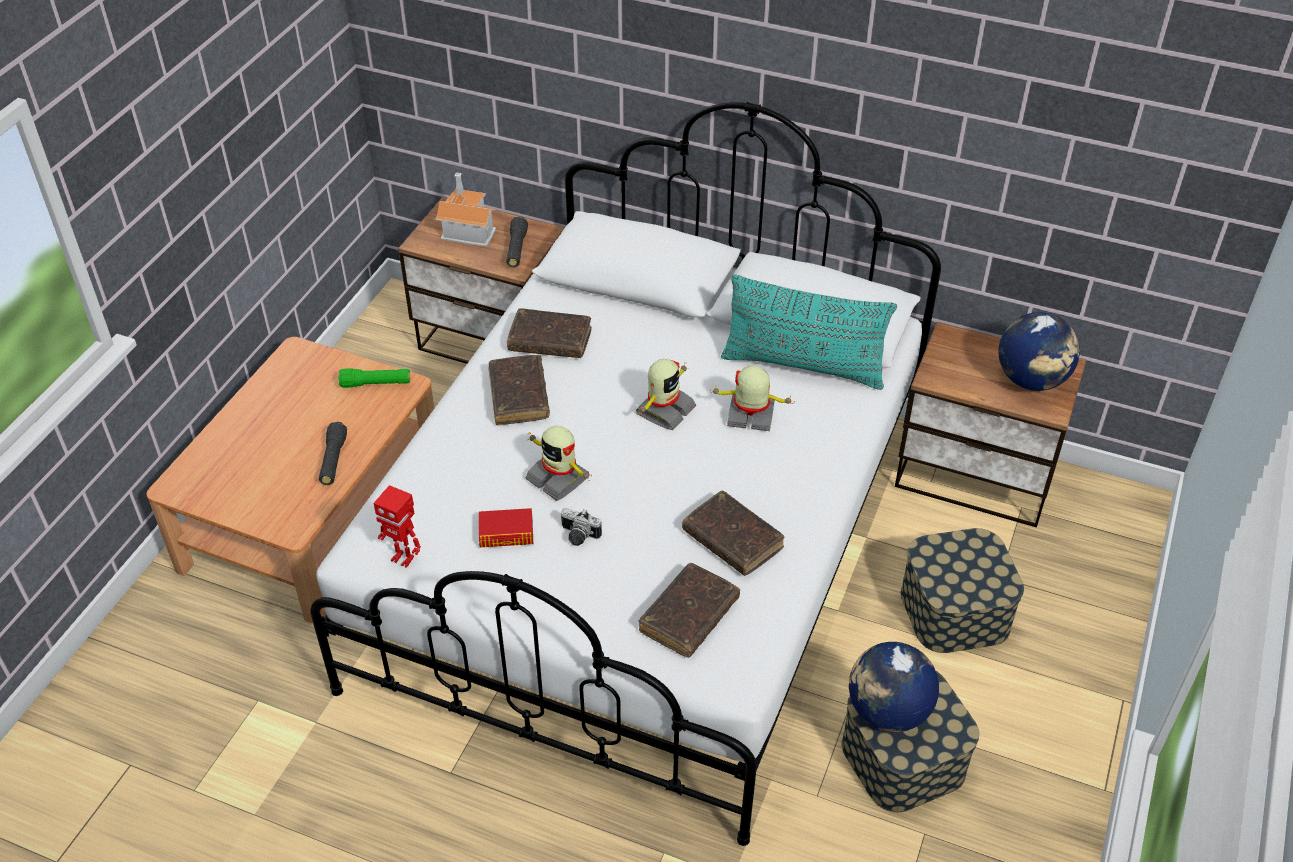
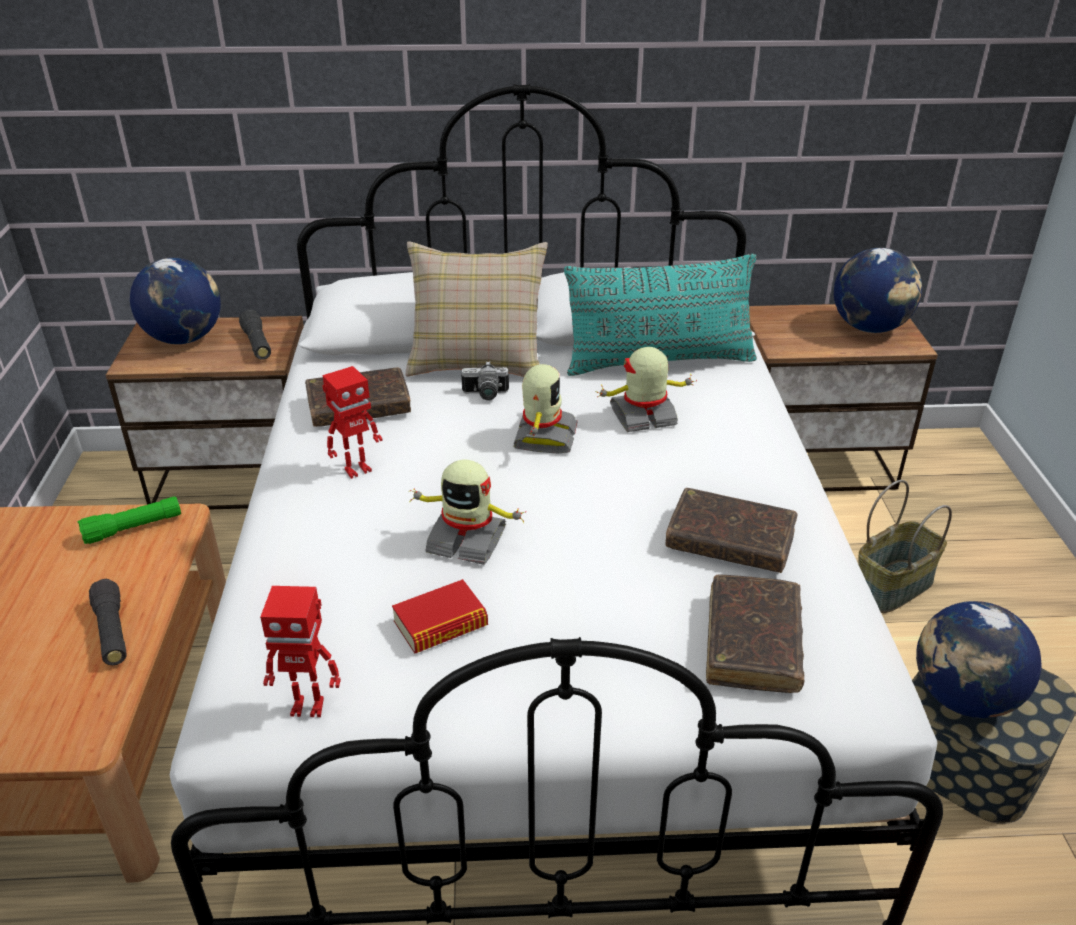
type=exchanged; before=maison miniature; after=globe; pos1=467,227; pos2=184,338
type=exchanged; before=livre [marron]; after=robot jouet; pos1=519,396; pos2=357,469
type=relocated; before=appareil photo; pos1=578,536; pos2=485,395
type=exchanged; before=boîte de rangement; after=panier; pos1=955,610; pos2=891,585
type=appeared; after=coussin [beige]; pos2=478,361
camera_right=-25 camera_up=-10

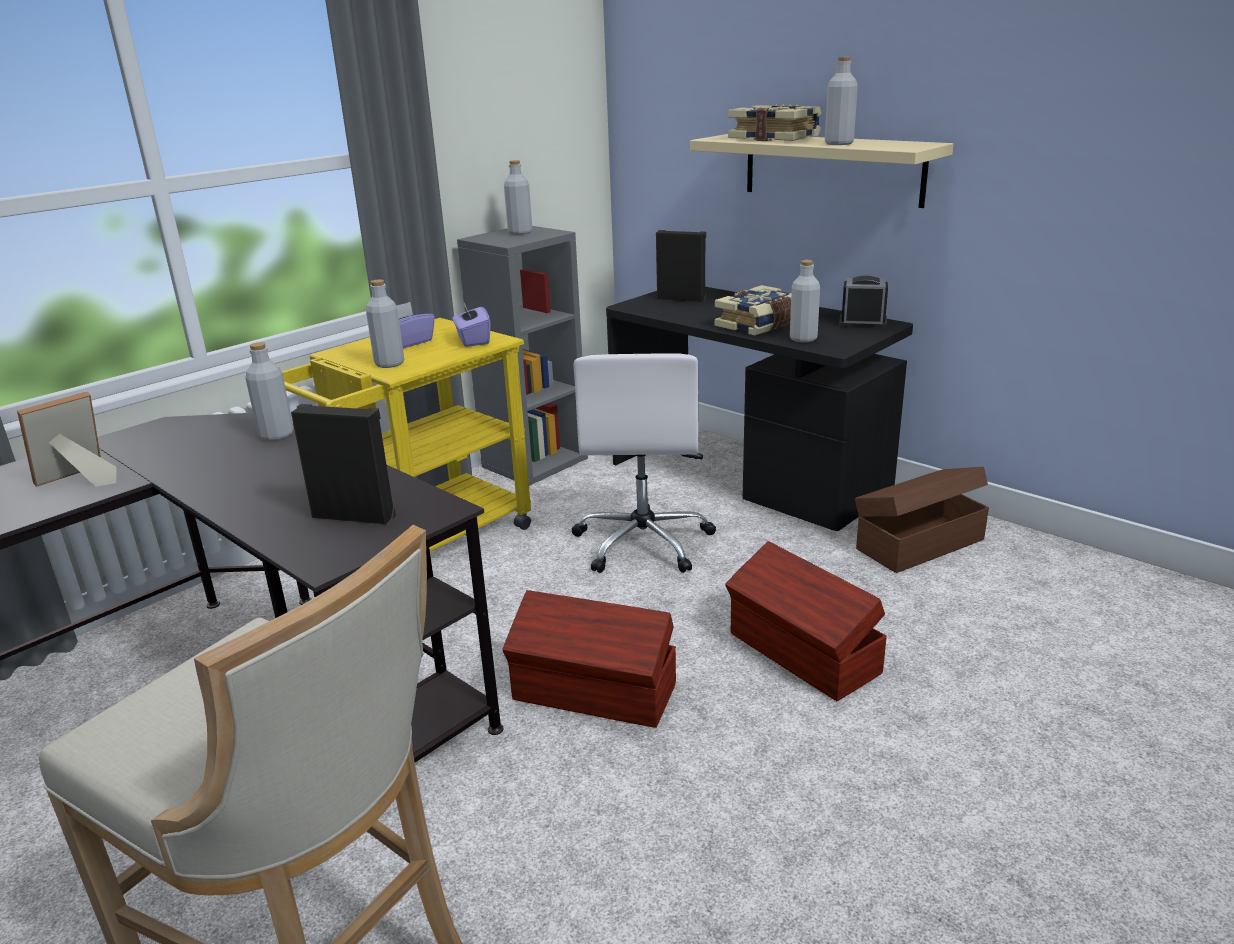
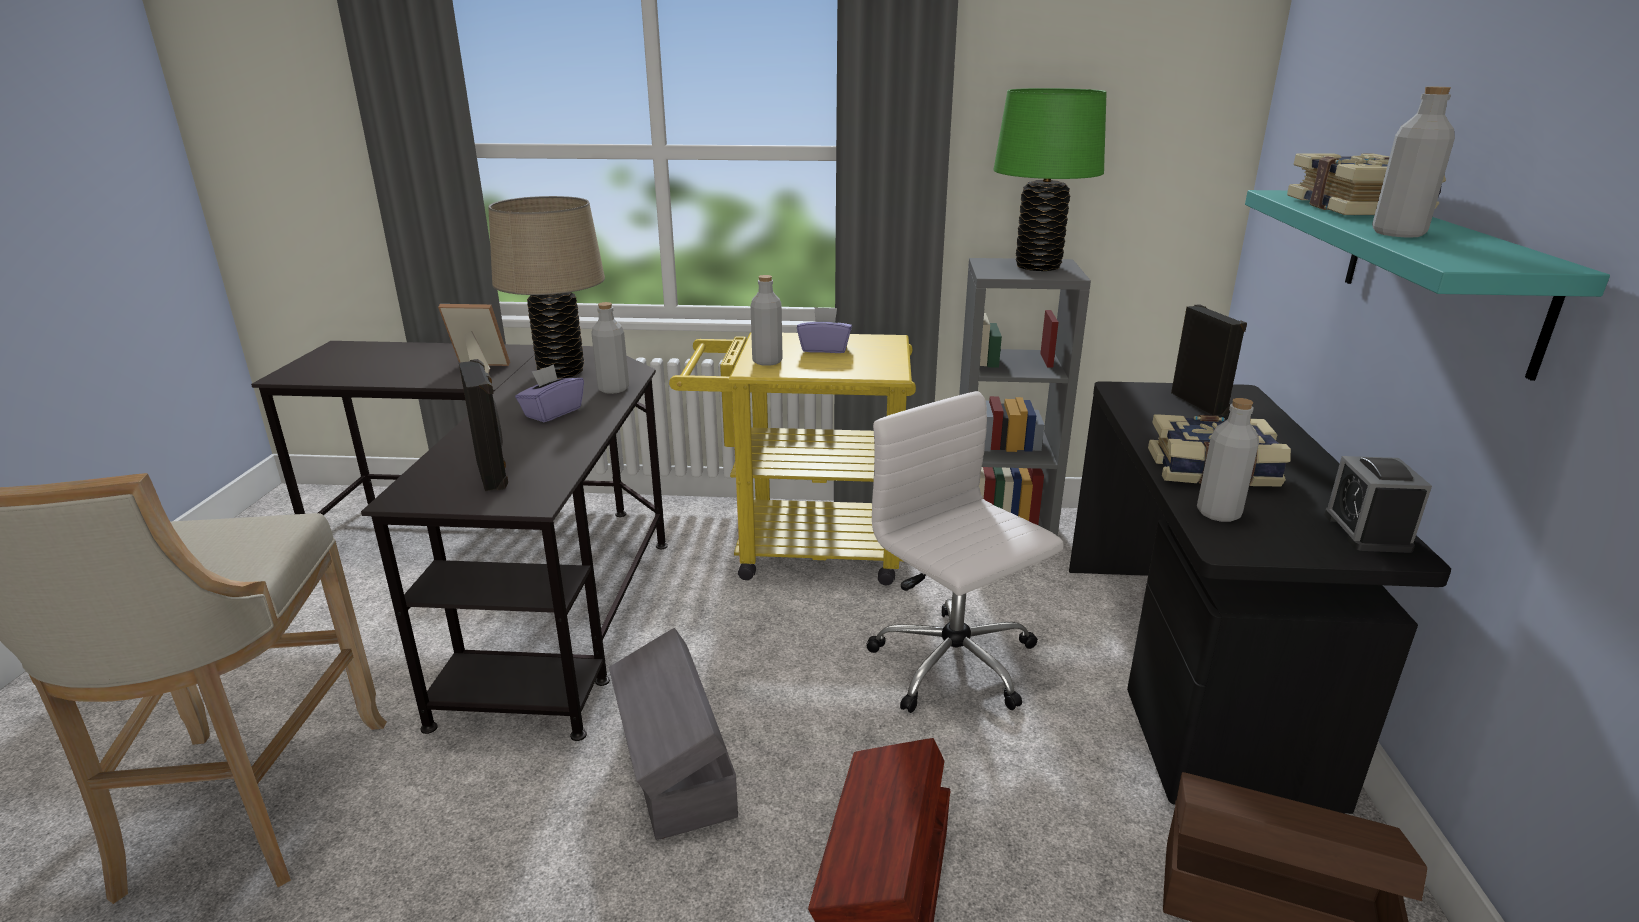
type=relocated; before=boîte à mouchoirs [violet]; pos1=473,340; pos2=552,412
type=colour; before=boîte de rangement [marron]; after=boîte de rangement [gris]; pos1=595,693; pos2=675,768
type=exchanged; before=bouteille [gris]; after=lampe de table [vert]; pos1=520,232; pos2=1038,266
type=spun; before=chaise de bureau [blanc]; pos1=643,542; pos2=955,665; turn=90
type=colour; before=étagère [beige]; after=étagère [turquoise]; pos1=832,168; pos2=1440,274
type=spun; before=réveil; pos1=862,322; pos2=1366,532; turn=-150
type=appeared; after=lampe de table [beige]; pos2=561,372
camera_right=50 camera_up=0

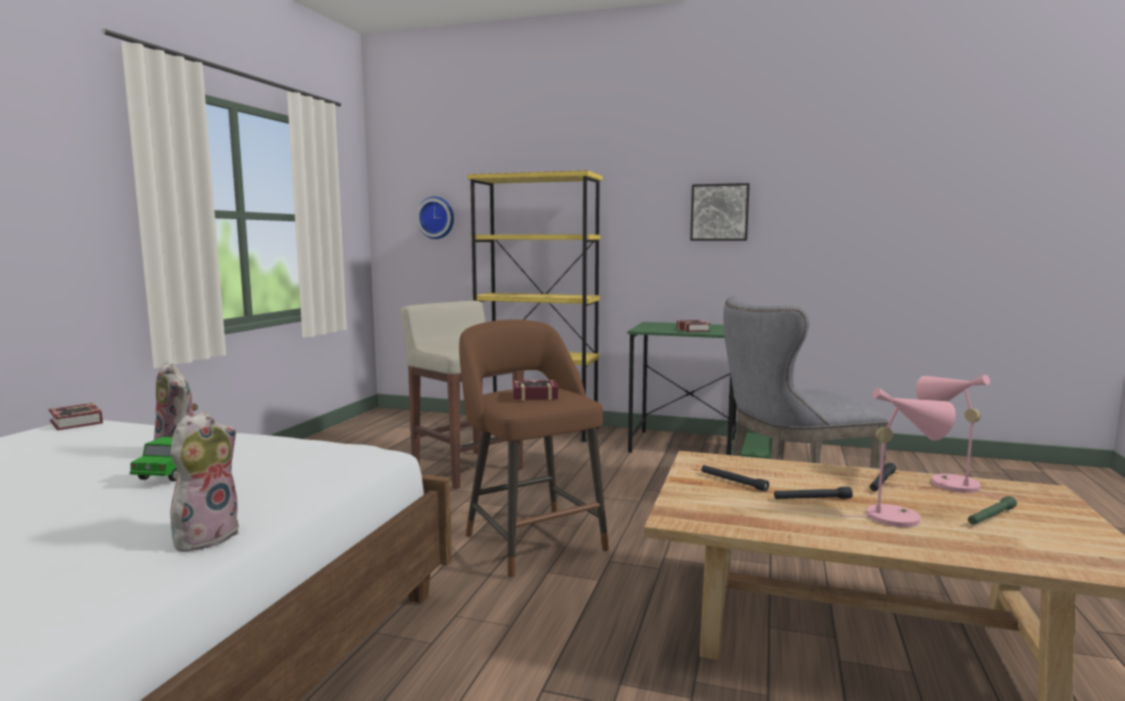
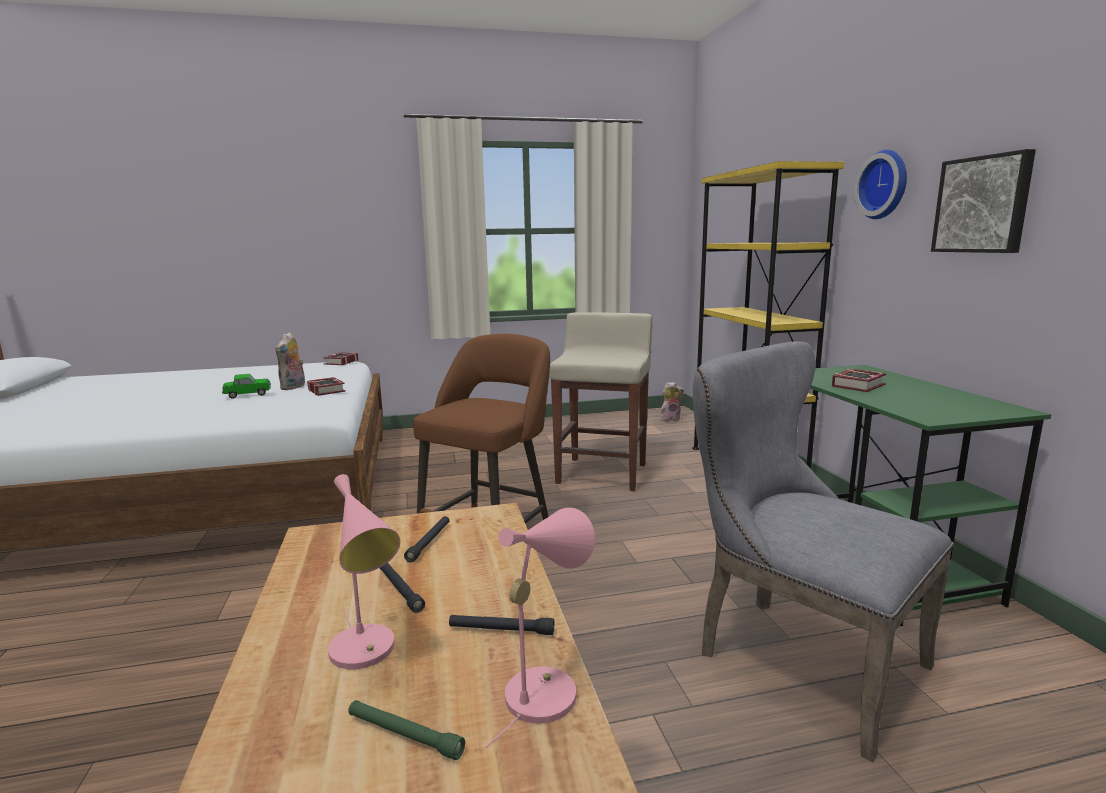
type=relocated; before=peluche; pos1=206,536; pos2=670,419
type=relocated; before=horloge murale; pos1=436,218; pos2=885,185
type=relocated; before=livre; pos1=532,395; pos2=327,390
camera_right=60 camera_up=5

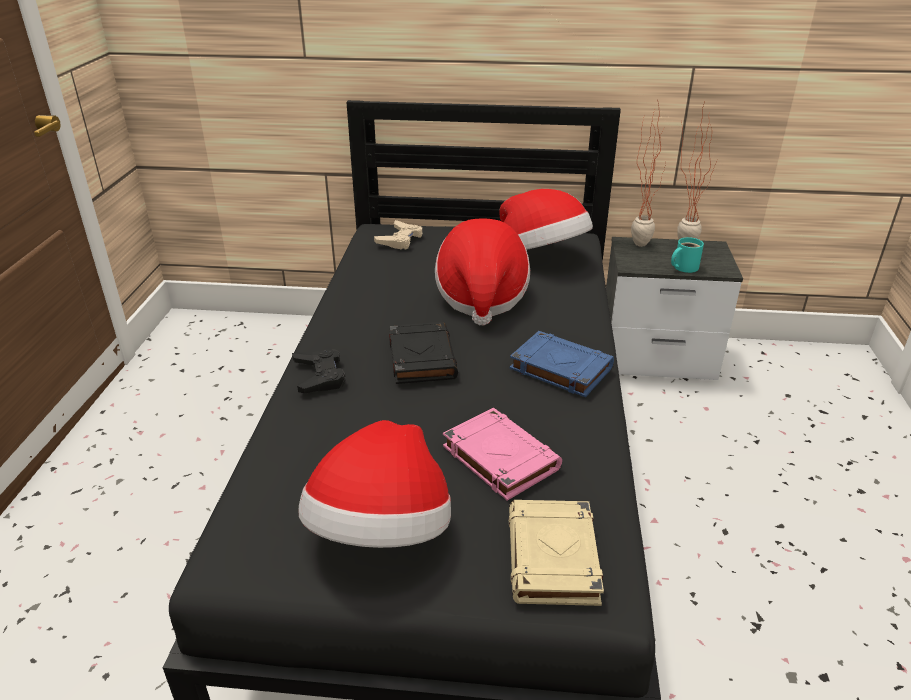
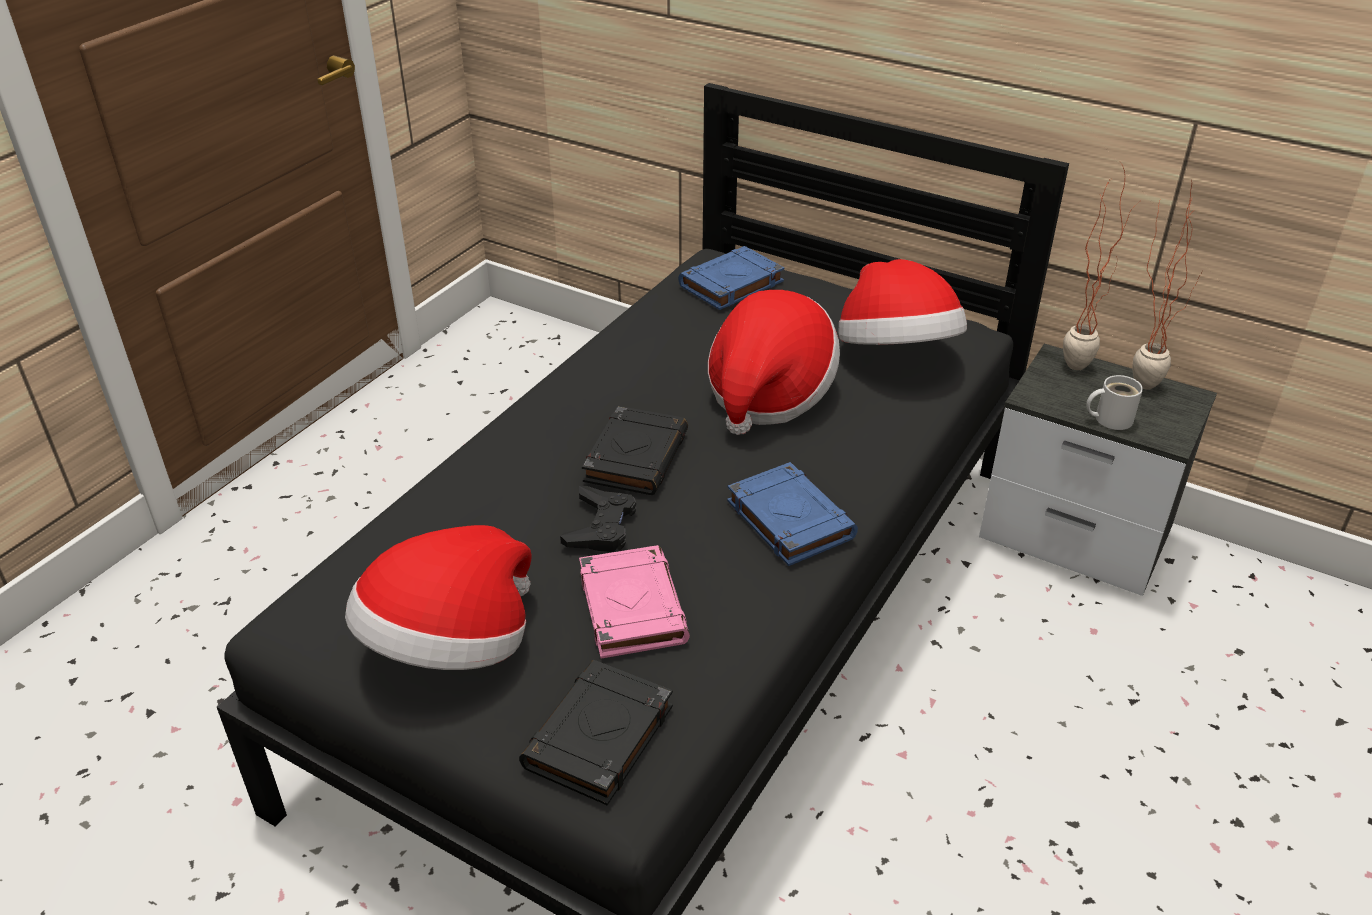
type=relocated; before=manette [noir]; pos1=319,376; pos2=601,526
type=exchanged; before=manette [beige]; after=livre [bleu]; pos1=400,240; pos2=731,284
type=colour; before=livre [beige]; after=livre [noir]; pos1=553,558; pos2=599,738
type=colour; before=mug [turquoise]; after=mug [blanc]; pos1=683,267; pos2=1109,418
camera_right=25 camera_up=5

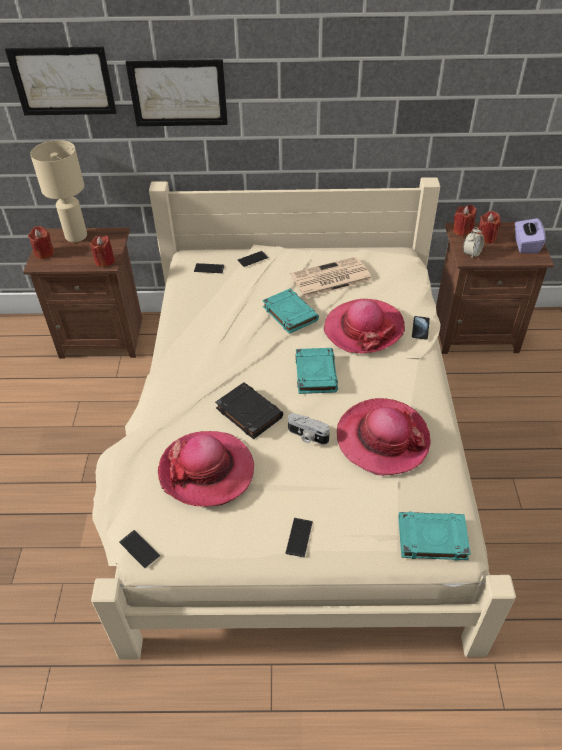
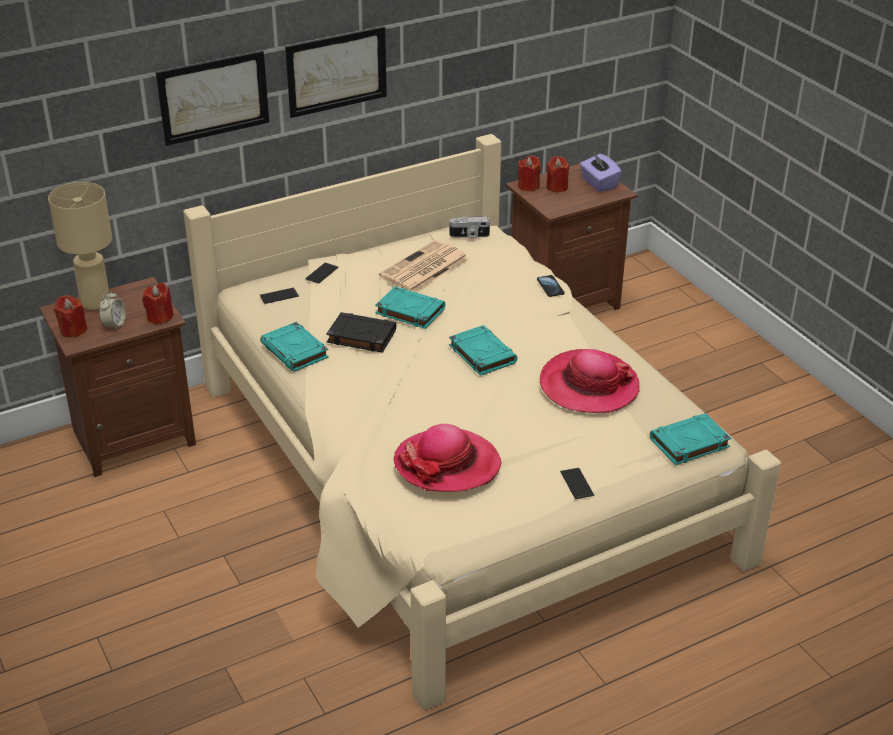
type=relocated; before=tableau; pos1=63,81; pos2=336,71
type=missing; before=téléphone; pos1=139,549
type=relocated; before=livre [noir]; pos1=248,413; pos2=360,336
type=relocated; before=appareil photo; pos1=307,436; pos2=469,236
type=missing; before=chapeau; pos1=363,328
type=relocated; before=réveil; pos1=471,254; pos2=114,325
type=appeared; after=livre [turquoise]; pos2=295,351
camera_right=-30 camera_up=-10

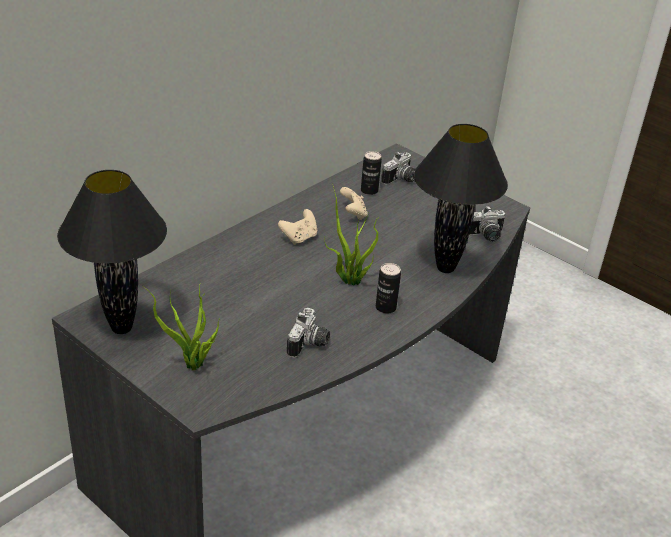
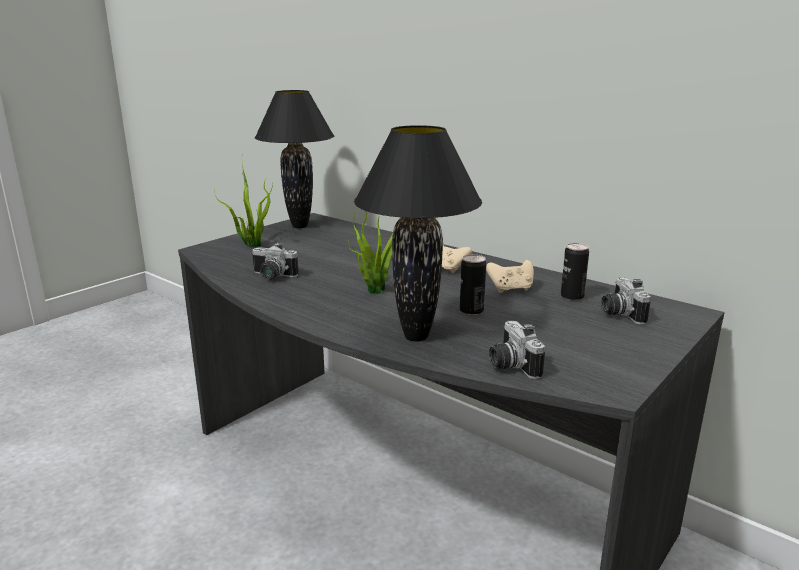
type=relocated; before=boîte métallique; pos1=385,307; pos2=471,311
type=spun; before=appareil photo; pos1=401,180; pos2=619,313; turn=45
camera_right=90 camera_up=-15

